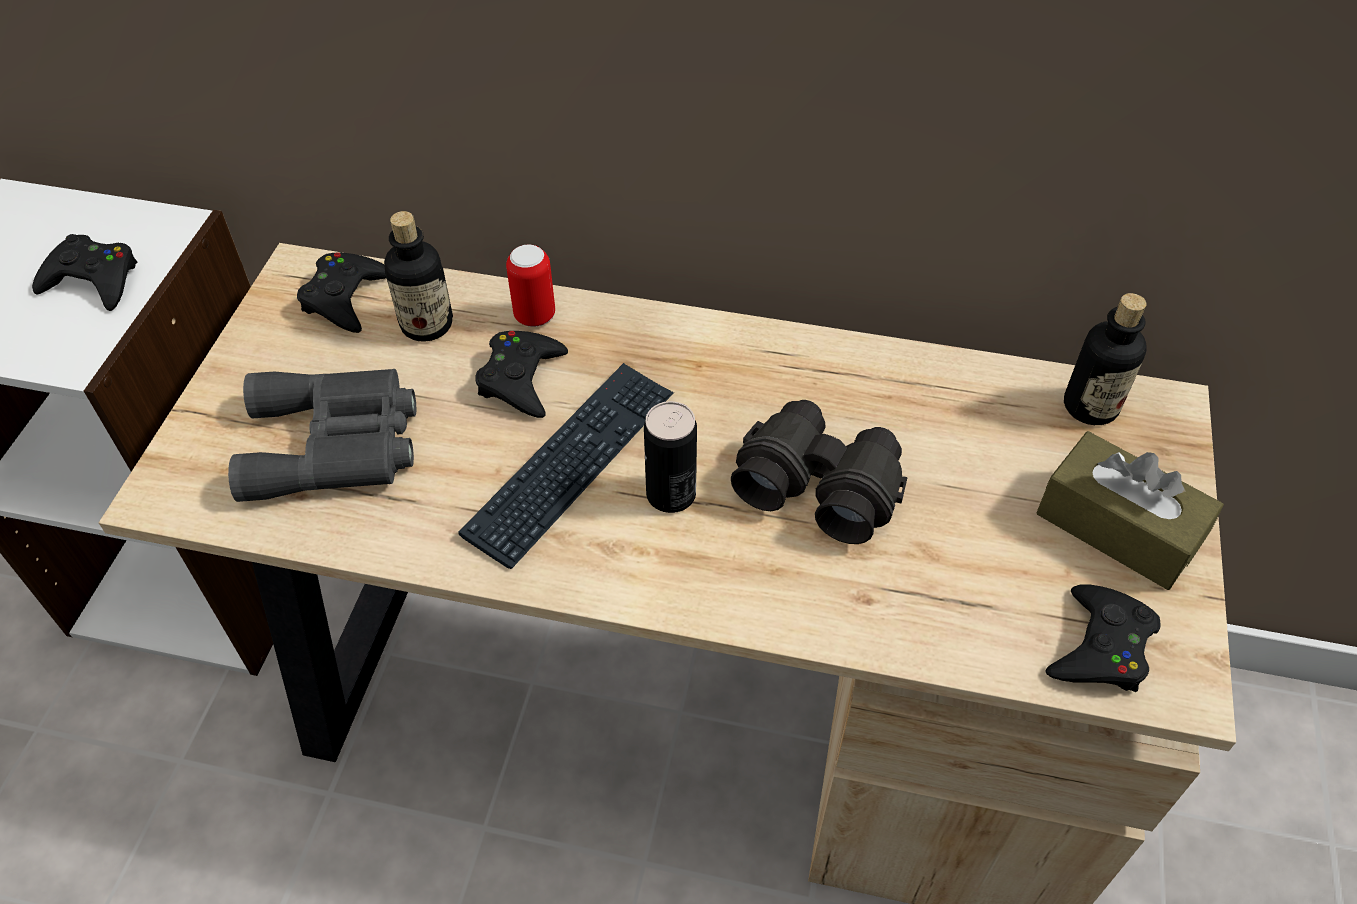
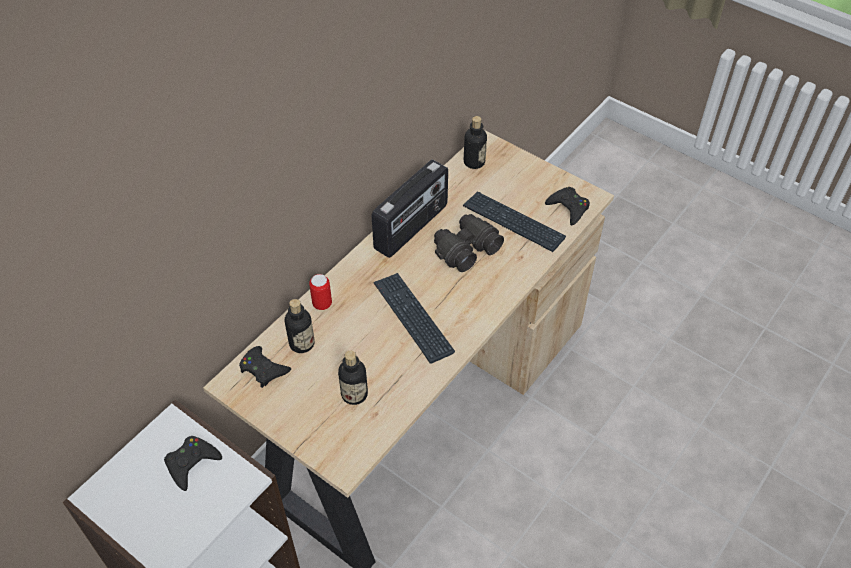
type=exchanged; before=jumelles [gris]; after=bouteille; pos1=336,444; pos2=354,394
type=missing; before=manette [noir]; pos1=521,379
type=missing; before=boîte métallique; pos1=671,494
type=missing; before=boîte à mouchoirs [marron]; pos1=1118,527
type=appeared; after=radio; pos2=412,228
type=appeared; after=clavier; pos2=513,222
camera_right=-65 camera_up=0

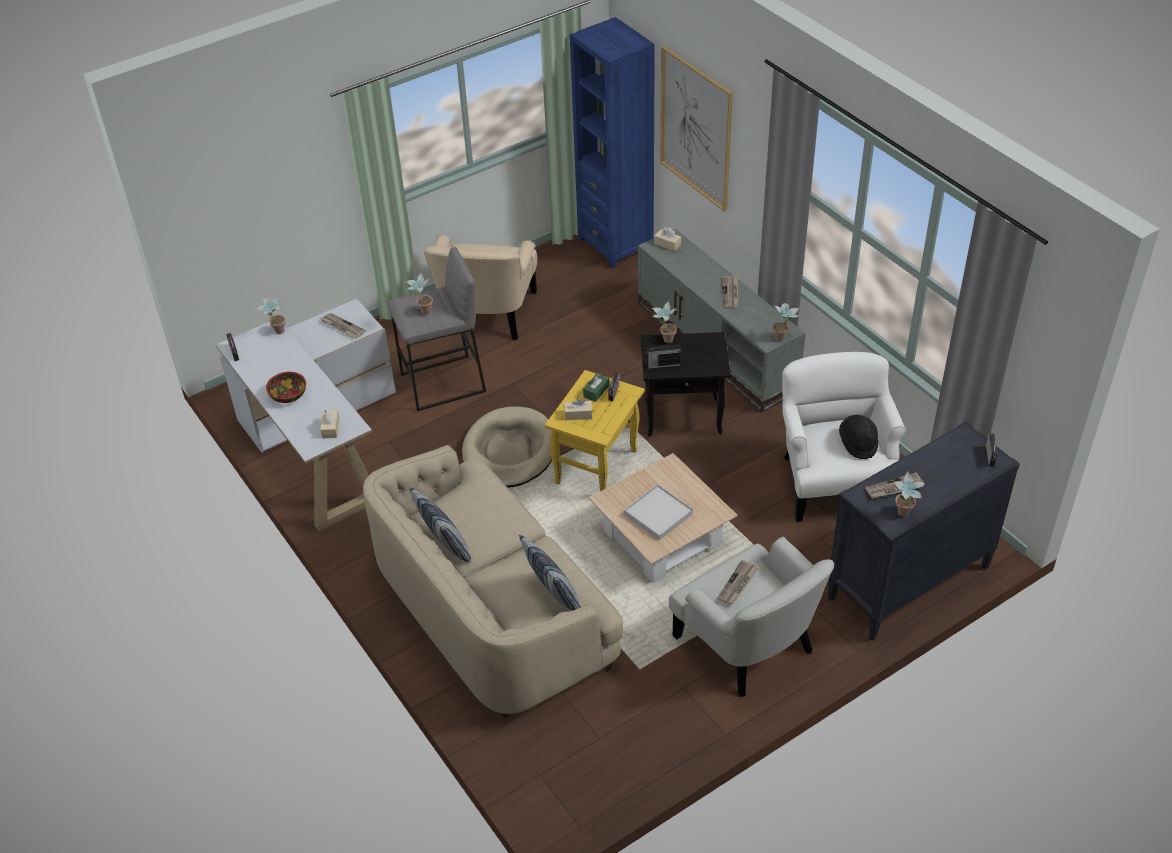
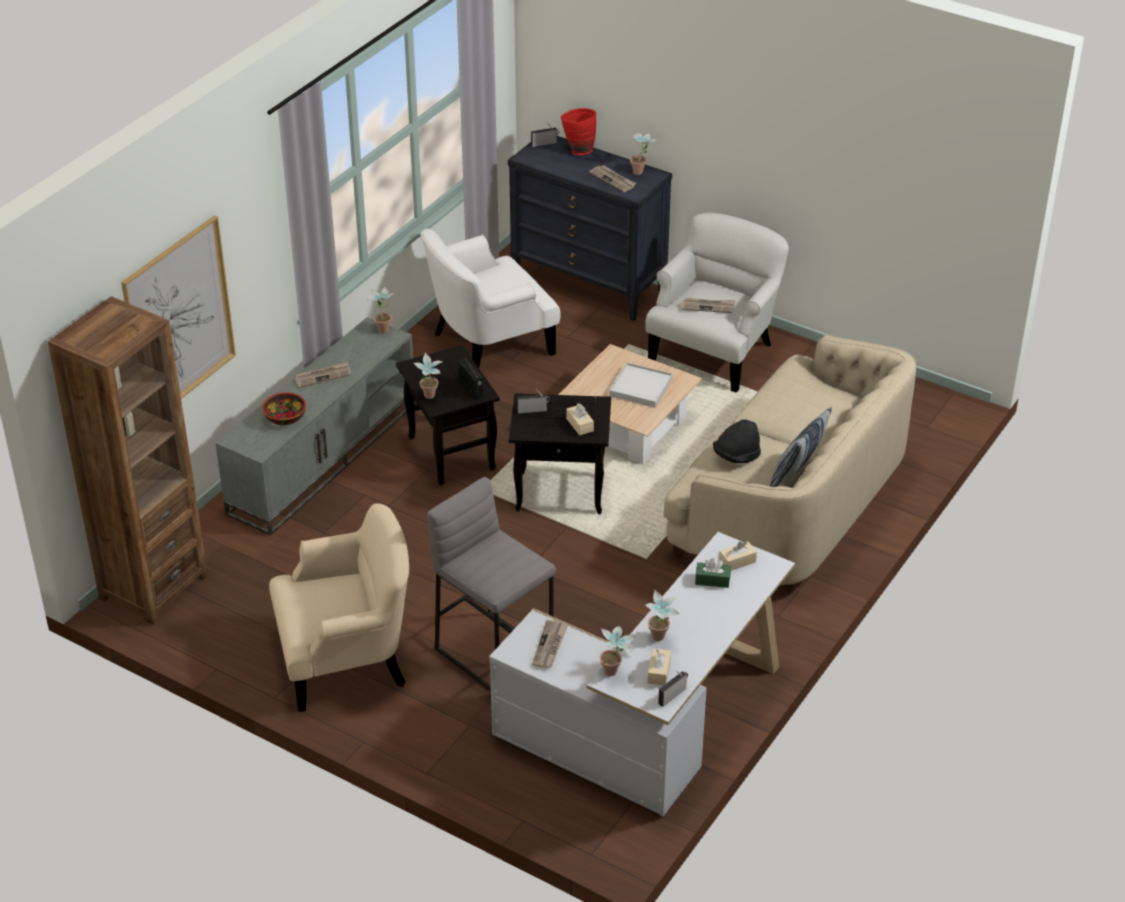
type=relocated; before=bol; pos1=288,396; pos2=286,418
type=relocated; before=plante en pot; pos1=422,311; pos2=660,640
type=missing; before=panier pour chien [beige]; pos1=509,451
type=missing; before=coussin; pos1=552,595
type=colour; before=table d'appoint [jaune]; after=table d'appoint [noir]; pos1=596,468; pos2=562,492
type=colour; before=bibliothèque [bleu]; after=bibliothèque [marron]; pos1=615,244; pos2=153,587
type=relocated; before=boîte à mouchoirs [vert]; pos1=596,391; pos2=712,580
type=relocated; before=boîte à mouchoirs [beige]; pos1=667,244; pos2=659,672
type=relocated; before=chapeau [noir]; pos1=858,443; pos2=736,456
type=appeared; after=vase [rouge]; pos2=578,150
camera_right=-115 camera_up=-5

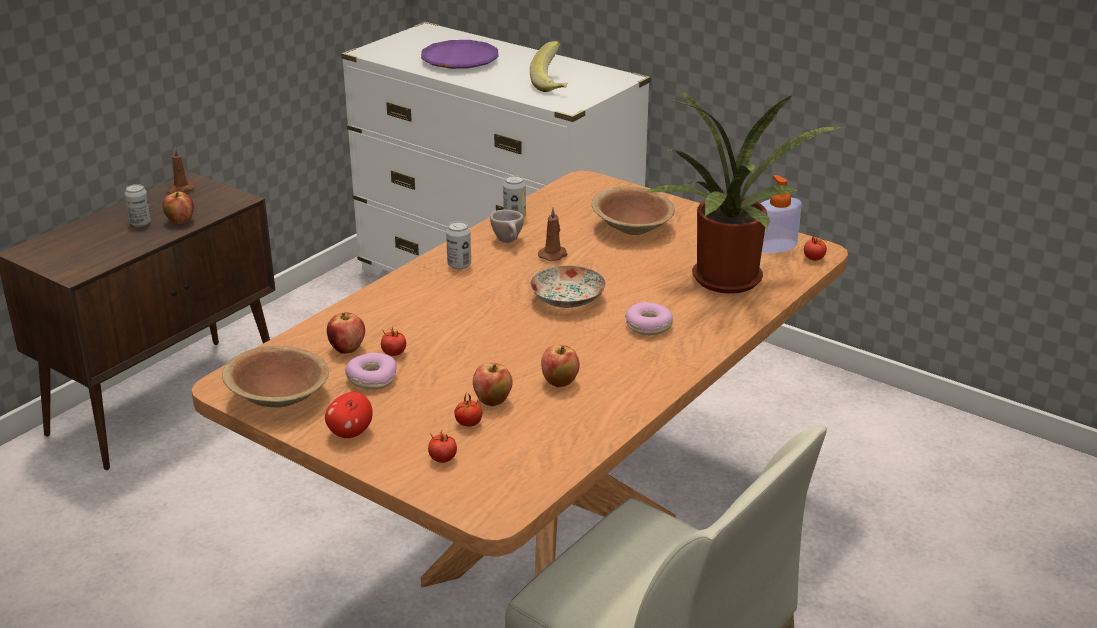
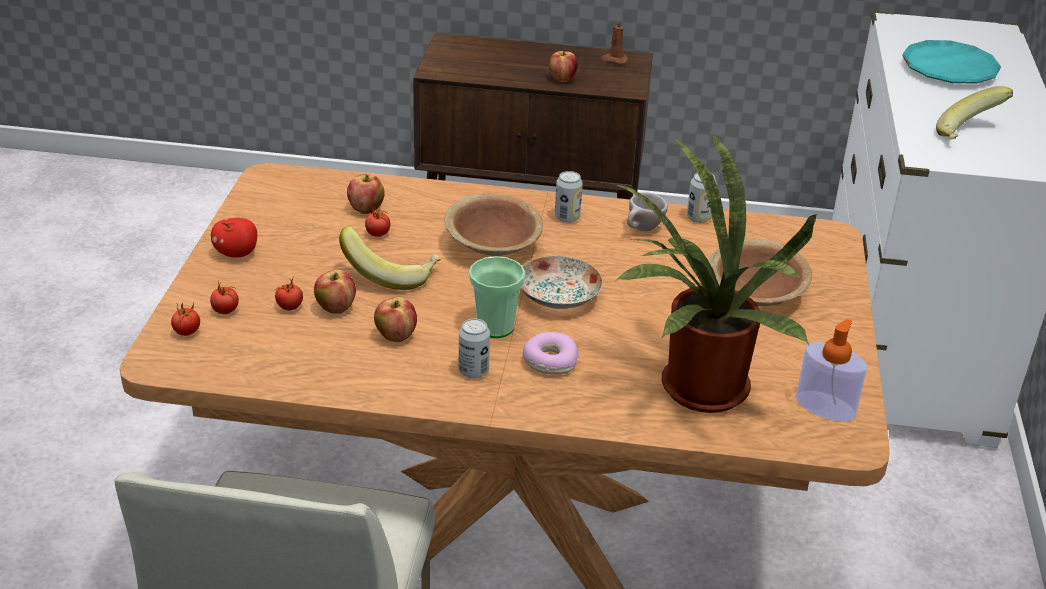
type=relocated; before=boîte métallique; pos1=140,223; pos2=473,371
type=relocated; before=bol [marron]; pos1=279,398; pos2=493,246
type=missing; before=beignet; pos1=371,378
type=colour; before=assiette [violet]; after=assiette [turquoise]; pos1=460,60; pos2=949,69
type=missing; before=bougie [marron]; pos1=553,255
type=relocated; before=tomate; pos1=814,259; pos2=187,332
type=appeared; after=banane; pos2=391,275
type=appeared; after=tasse; pos2=495,327
camera_right=60 camera_up=5

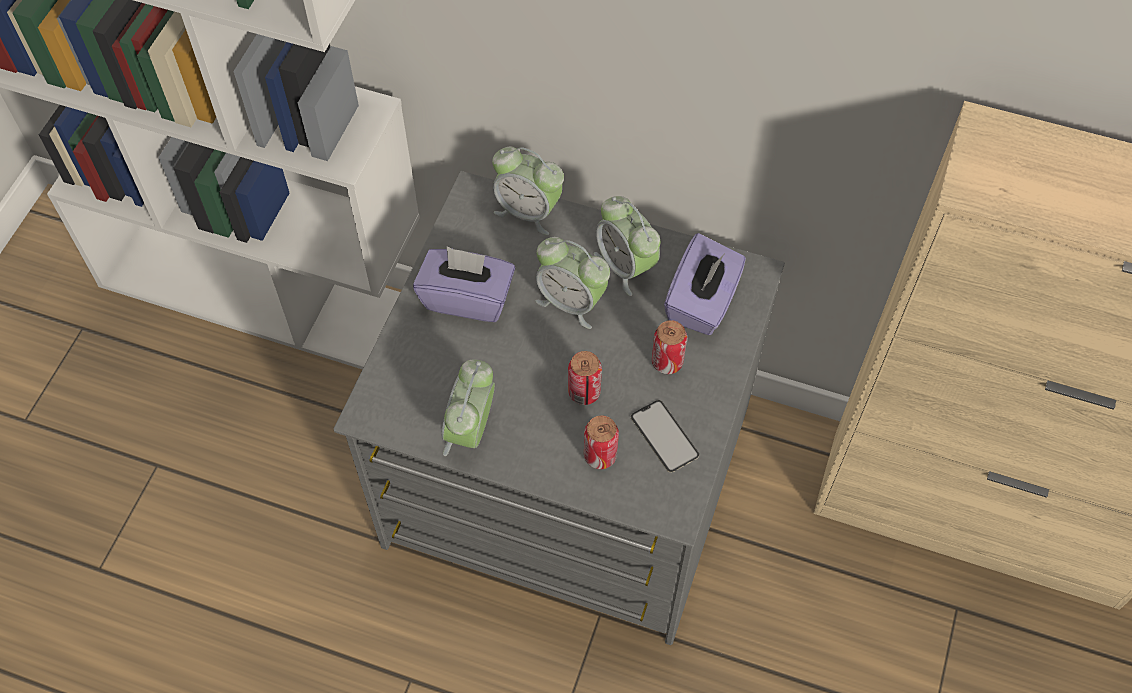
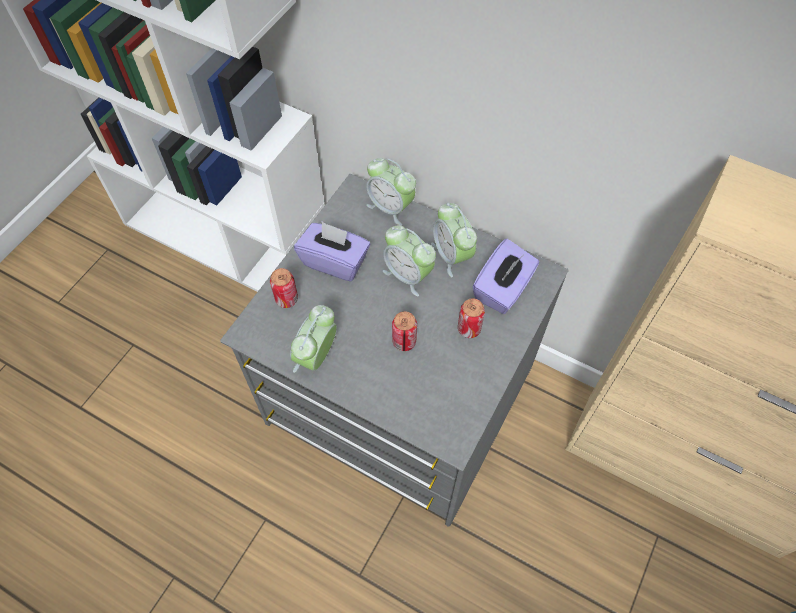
type=relocated; before=boîte métallique; pos1=600,456; pos2=286,299
type=missing; before=téléphone; pos1=664,436
camera_right=10 camera_up=0

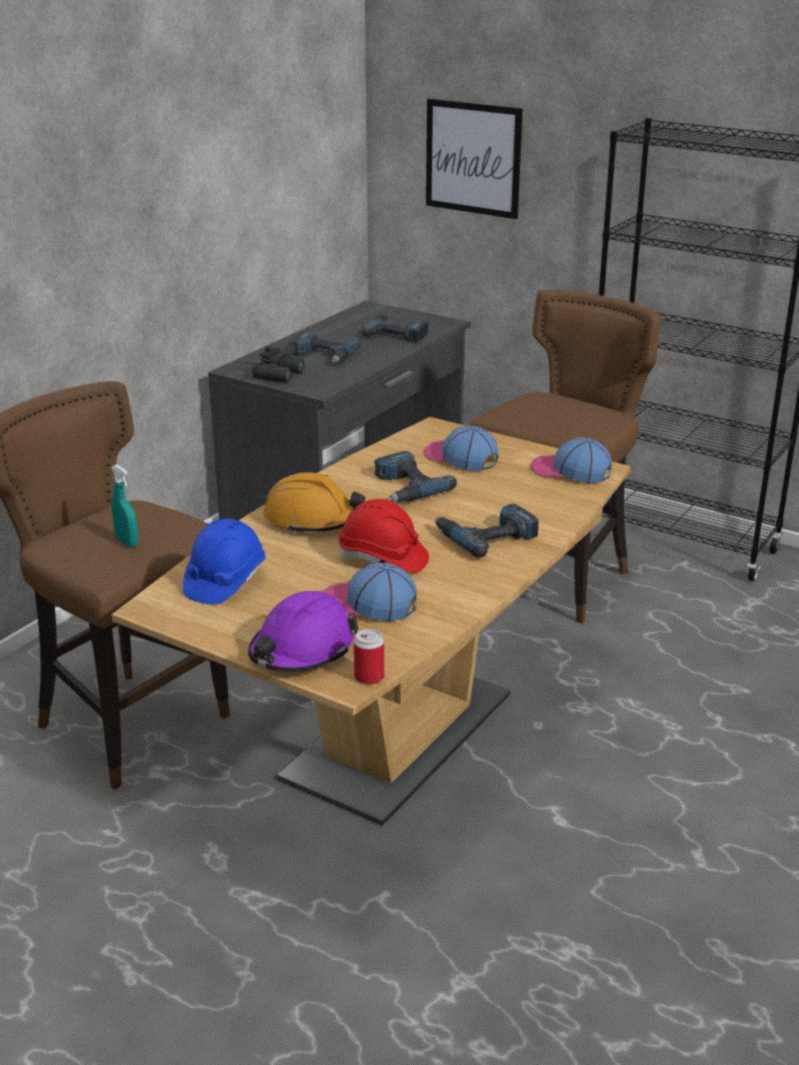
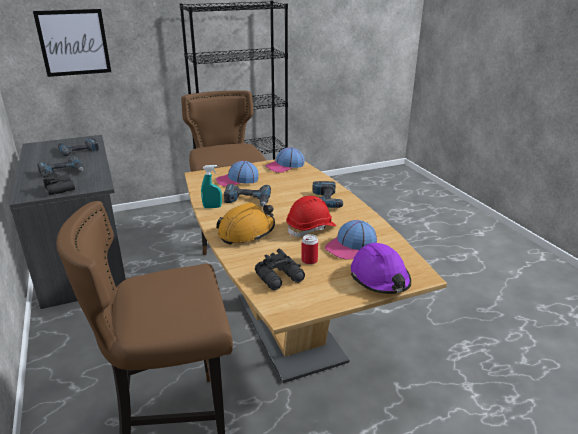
type=relocated; before=vaporisateur [turquoise]; pos1=127,542; pos2=212,207
type=exchanged; before=casque de chantier [bleu]; after=jumelles [noir]; pos1=224,581; pos2=281,278
type=relocated; before=boîte métallique; pos1=369,677; pos2=309,260
camera_right=-55 camera_up=0

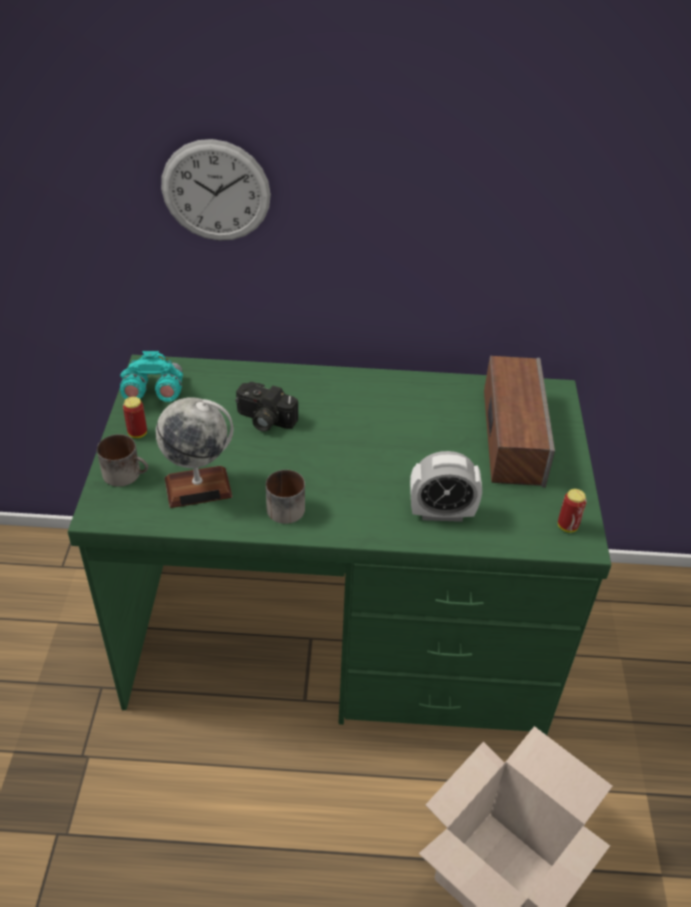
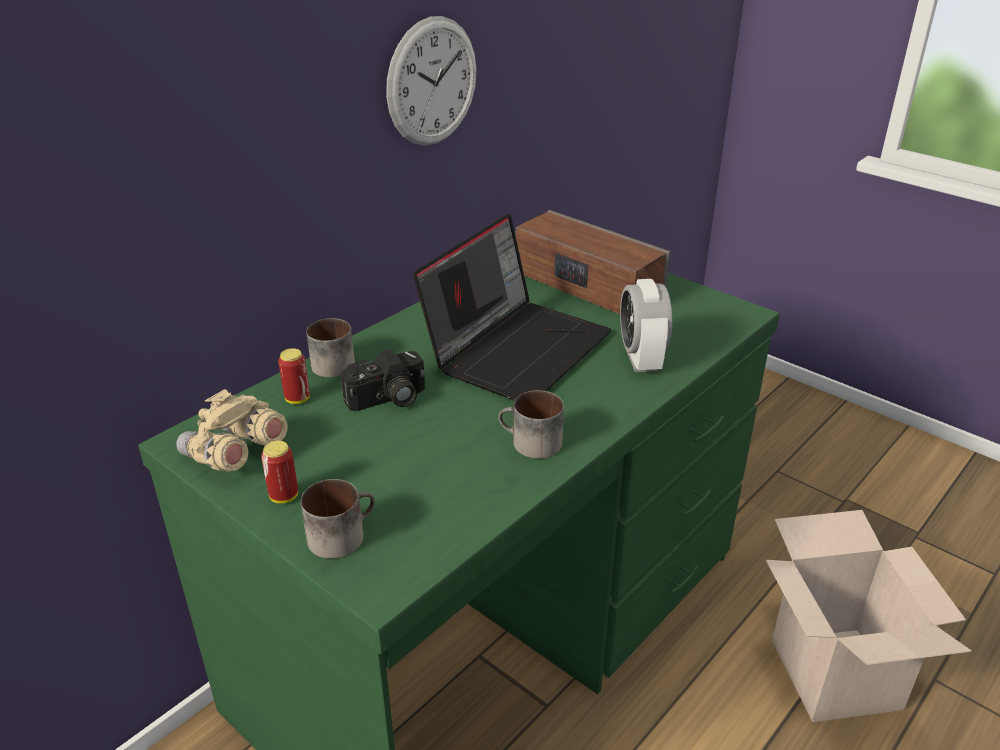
type=colour; before=jumelles [turquoise]; after=jumelles [beige]; pos1=154,393; pos2=234,455
type=missing; before=globe; pos1=198,487
type=relocated; before=horloge murale; pos1=216,191; pos2=432,82
type=spun; before=réveil; pos1=441,513; pos2=641,359; turn=135
type=relocated; before=boîte métallique; pos1=567,526; pos2=297,399
type=appeared; after=mug; pos2=332,362
type=appeared; after=ordinateur portable; pos2=517,348
camera_right=-50 camera_up=-10

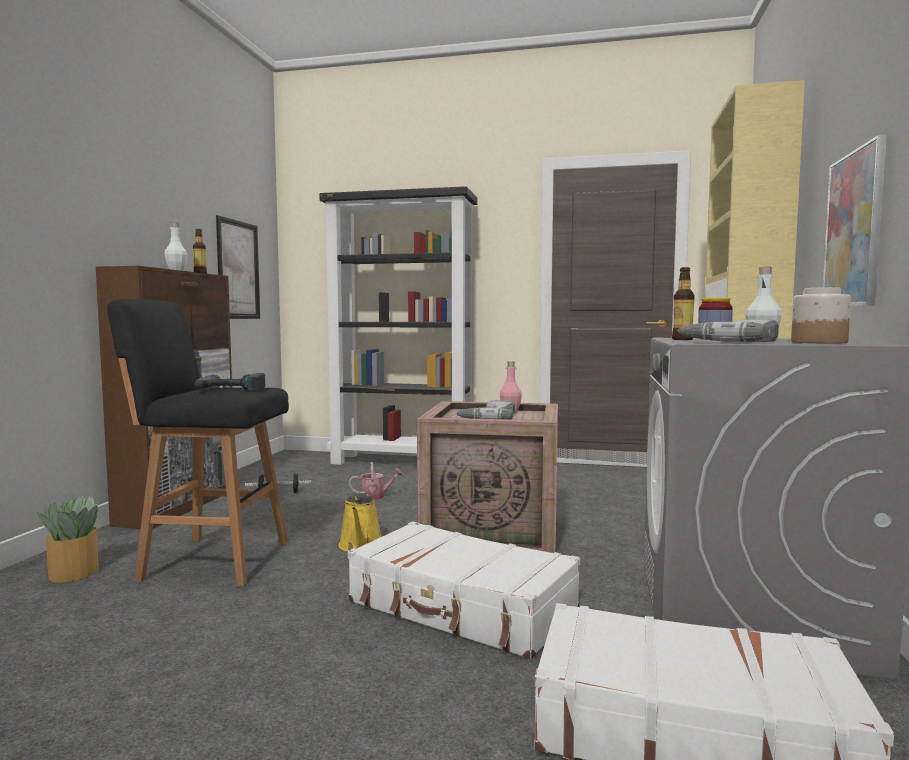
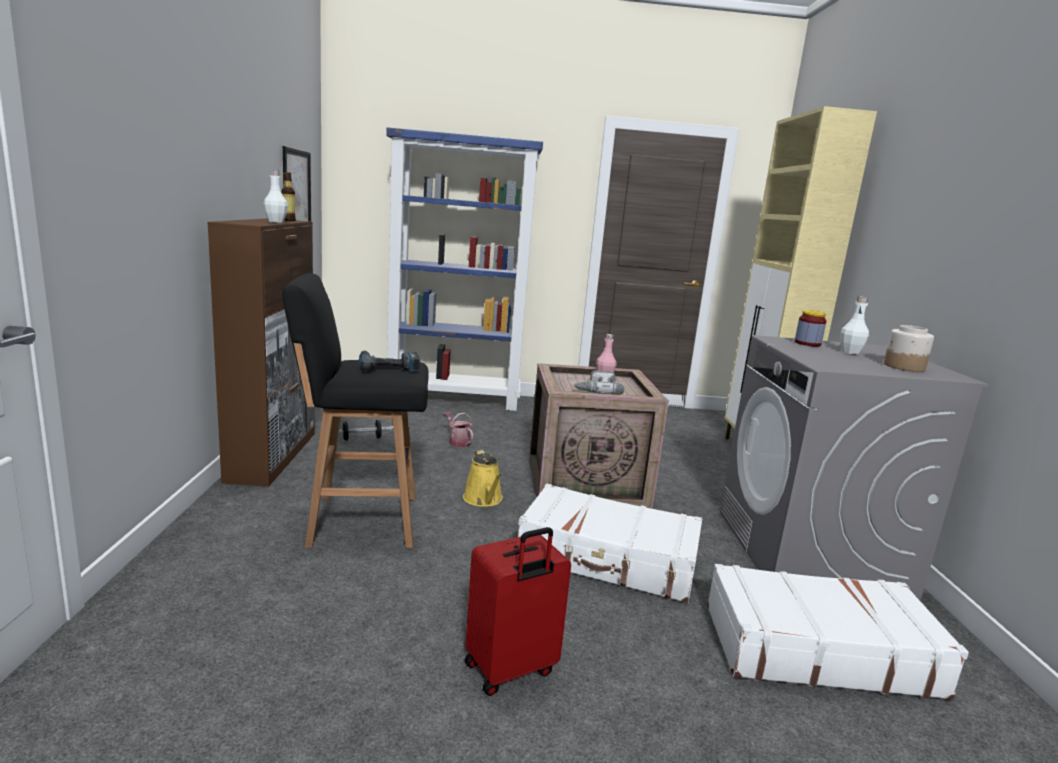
type=missing; before=plante en pot; pos1=72,573
type=colour; before=bibliothèque [noir]; after=bibliothèque [bleu]; pos1=403,462; pos2=454,399
type=spun; before=arrosoir; pos1=376,496; pos2=458,442; turn=-105
type=missing; before=bouteille; pos1=682,339
type=missing; before=perceuse; pos1=729,342
type=missing; before=tableau; pos1=854,229
type=appeared; after=valise [rouge]; pos2=511,670
camera_right=-15 camera_up=10

